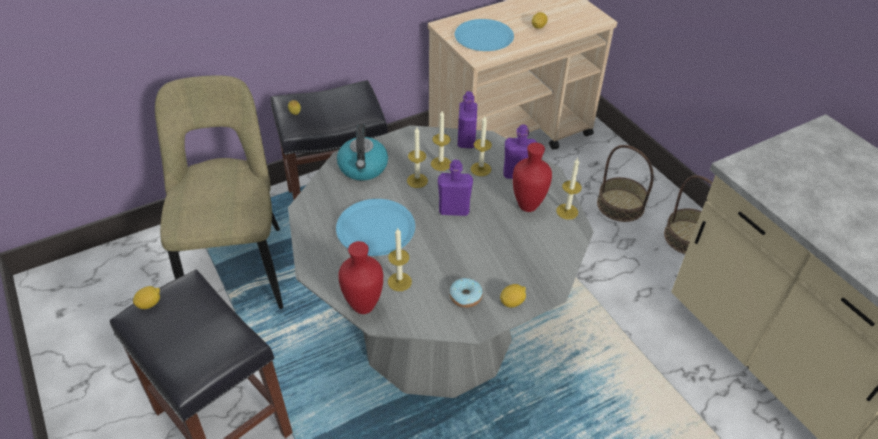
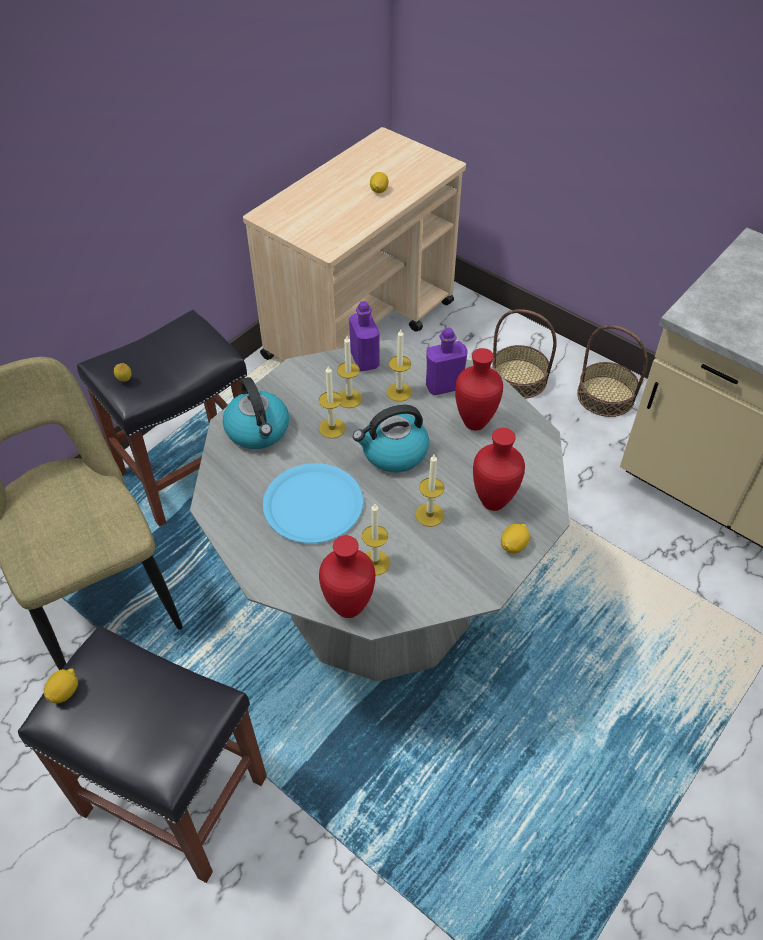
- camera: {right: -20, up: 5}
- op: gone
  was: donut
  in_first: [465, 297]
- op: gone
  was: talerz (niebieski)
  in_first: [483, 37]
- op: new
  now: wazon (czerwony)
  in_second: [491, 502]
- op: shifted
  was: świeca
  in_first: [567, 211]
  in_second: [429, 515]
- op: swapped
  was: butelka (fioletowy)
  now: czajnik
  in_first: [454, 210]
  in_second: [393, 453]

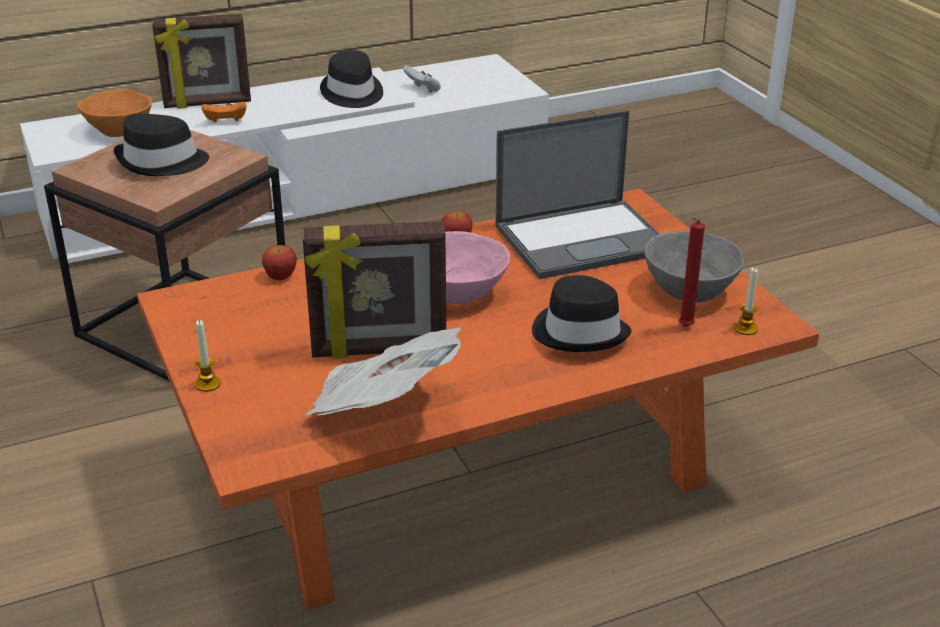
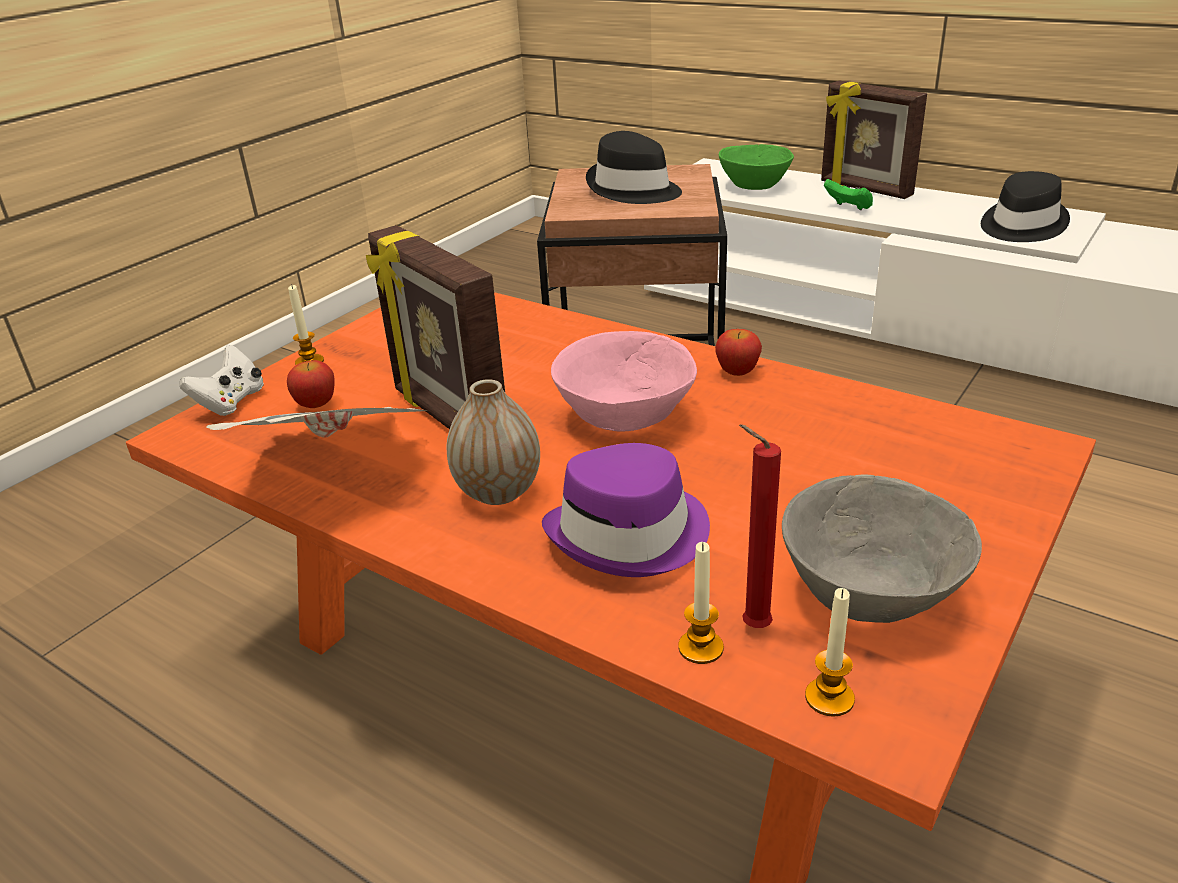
- camera: {right: 60, up: 0}
- op: gone
  was: laptop
  in_first: [583, 238]
- op: new
  now: wazon
  in_second: [498, 491]
- op: new
  now: świeca
  in_second: [700, 648]
- op: shifted
  was: jabłko
  in_first: [280, 276]
  in_second: [316, 403]
- op: shifted
  was: pad do gier (biały)
  in_first: [423, 90]
  in_second: [231, 402]
- op: repainted
  was: miska (pomarańczowy)
  now: miska (zielony)
  in_first: [120, 130]
  in_second: [755, 185]
- op: repainted
  was: pad do gier (pomarańczowy)
  now: pad do gier (zielony)
  in_first: [226, 122]
  in_second: [849, 208]
- op: repainted
  was: kapelusz (czarny)
  now: kapelusz (fioletowy)
  in_first: [580, 332]
  in_second: [631, 534]

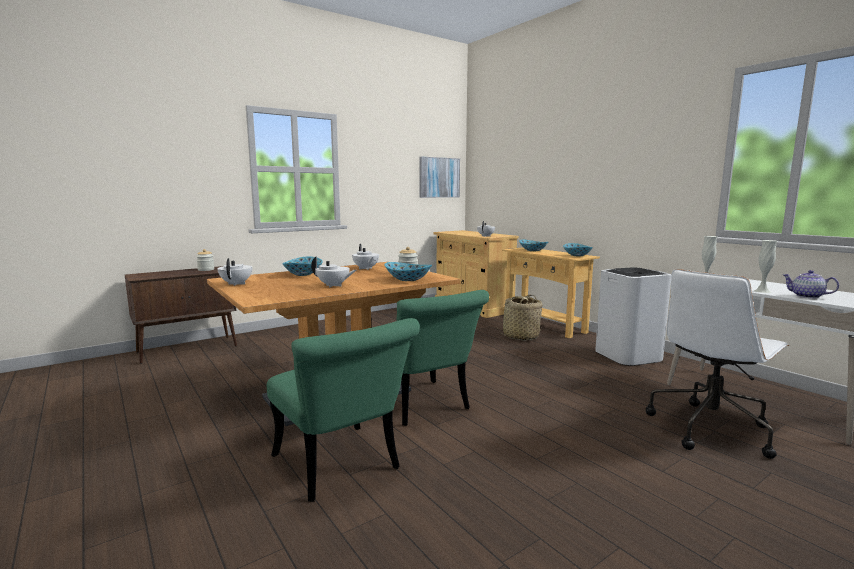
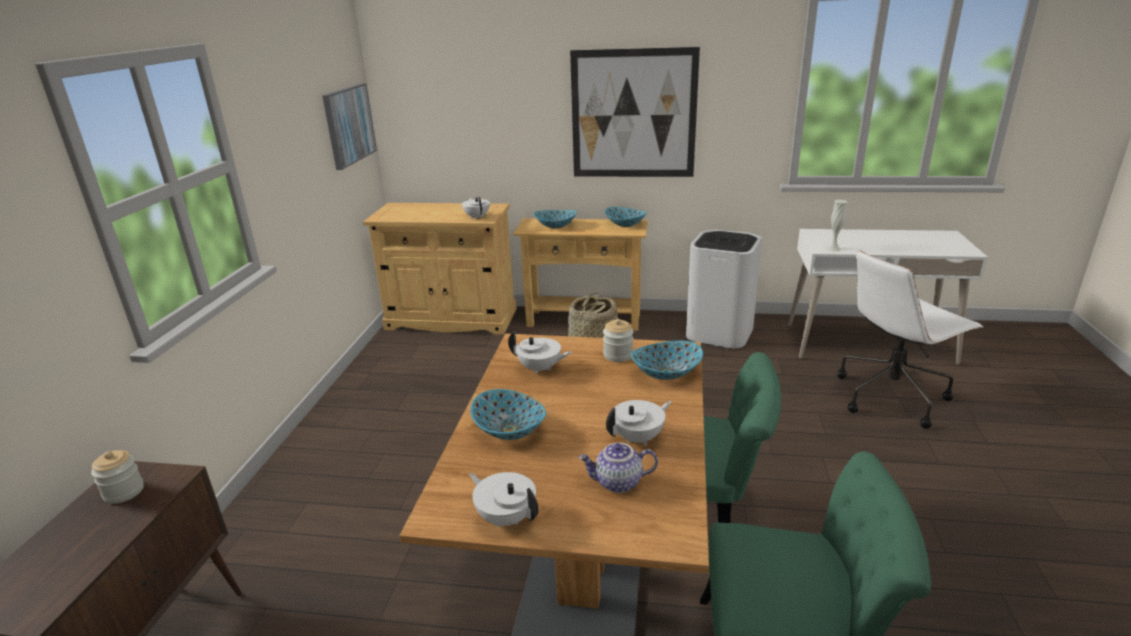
- camera: {right: -45, up: 15}
- op: gone
  was: wazon (biały)
  in_first: [762, 291]
- op: new
  now: obraz
  in_second: [633, 114]
- op: shifted
  was: imbryk
  in_first: [806, 296]
  in_second: [618, 483]
- op: rotated
  was: krzesło biurowe (biały)
  in_first: [710, 428]
  in_second: [891, 396]
  clockwise: 60

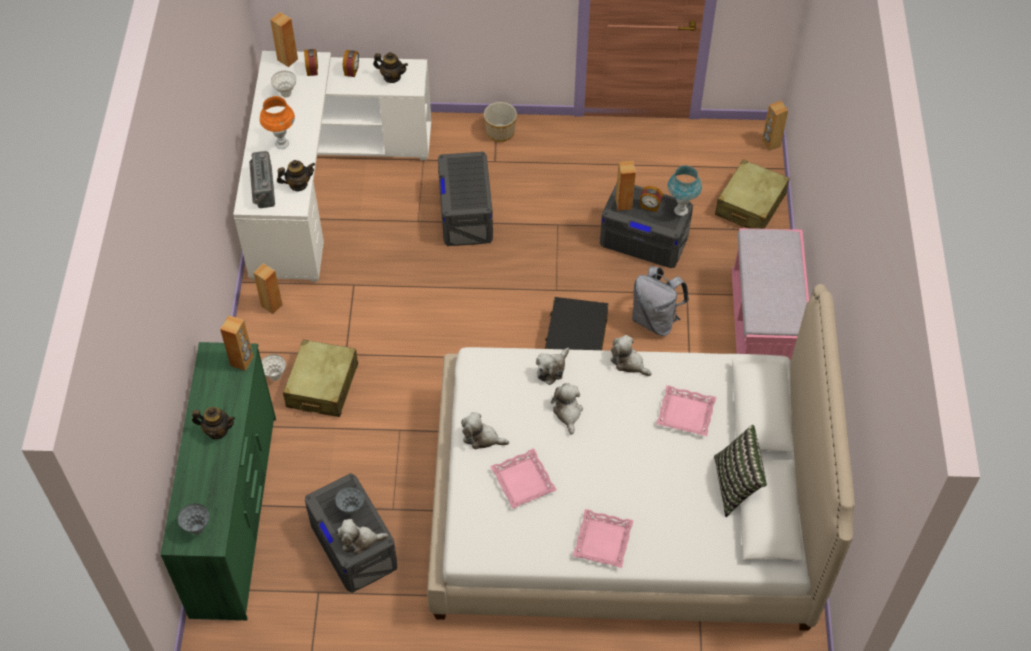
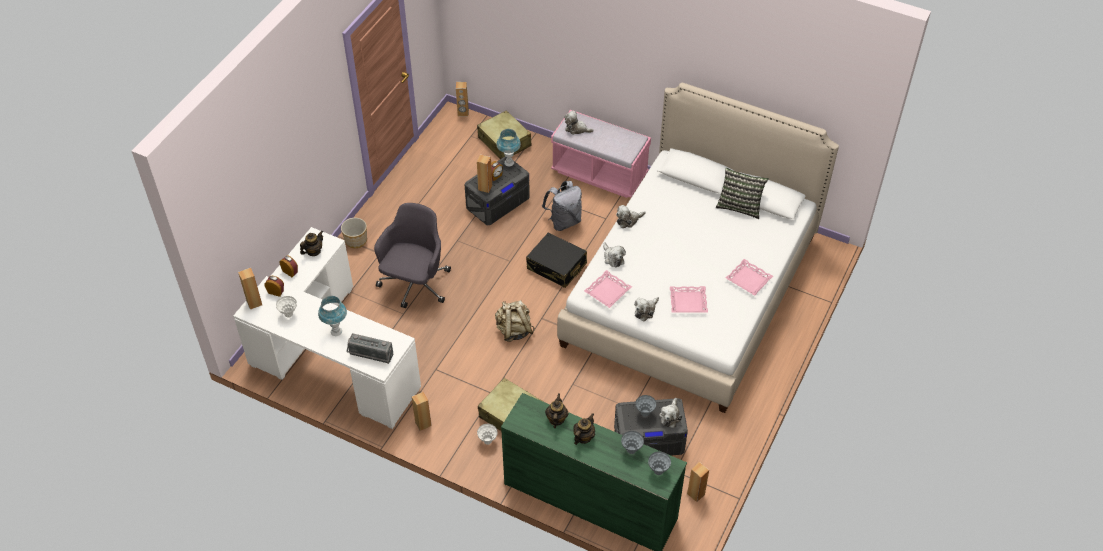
- camera: {right: -65, up: -5}
- op: new
  now: plecak (beżowy)
  in_second: [514, 330]
- op: new
  now: wazon (szary)
  in_second: [631, 450]
- op: shifted
  was: głośnik (brązowy)
  in_first: [242, 361]
  in_second: [696, 494]
- op: shifted
  was: imbryk
  in_first: [298, 184]
  in_second: [556, 419]
- op: shifted
  was: pluszak
  in_first: [567, 412]
  in_second: [576, 129]
- op: shifted
  was: taca (różowy)
  in_first: [686, 413]
  in_second: [607, 291]
- op: swapped
  was: pojemnik do przechowywania (szary)
  now: krzesło biurowe (szary)
  in_first: [466, 213]
  in_second: [415, 285]
- op: repainted
  was: lampa stołowa (pomarańczowy)
  now: lampa stołowa (niebieski)
  in_first: [282, 144]
  in_second: [336, 332]

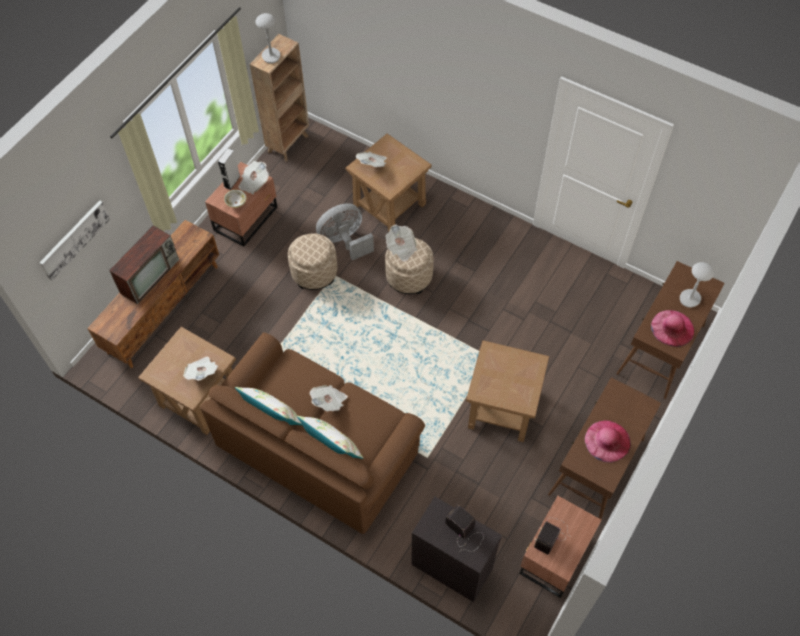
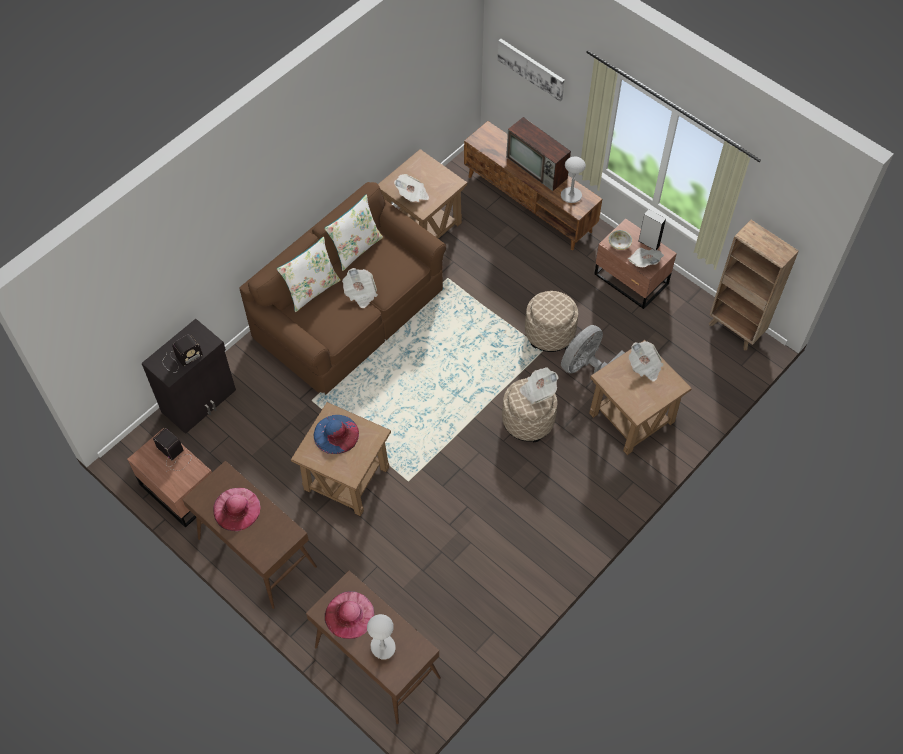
- camera: {right: 100, up: 0}
- op: new
  now: kapelusz (niebieski)
  in_second: [336, 434]
- op: shifted
  was: lampa stołowa (szary)
  in_first: [271, 56]
  in_second: [571, 196]
- op: rotated
  was: wentylator (szary)
  in_first: [345, 241]
  in_second: [586, 366]
  clockwise: -120

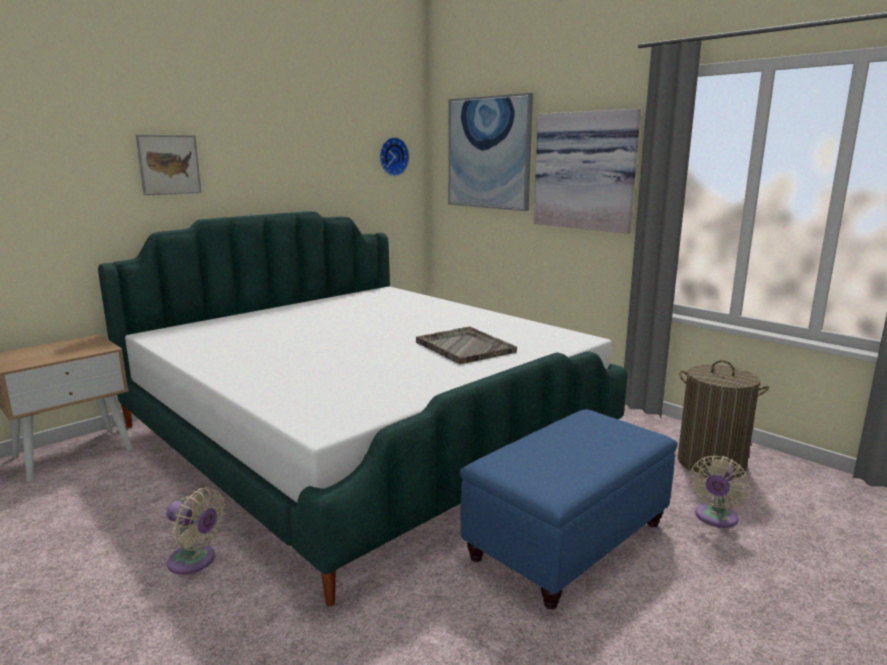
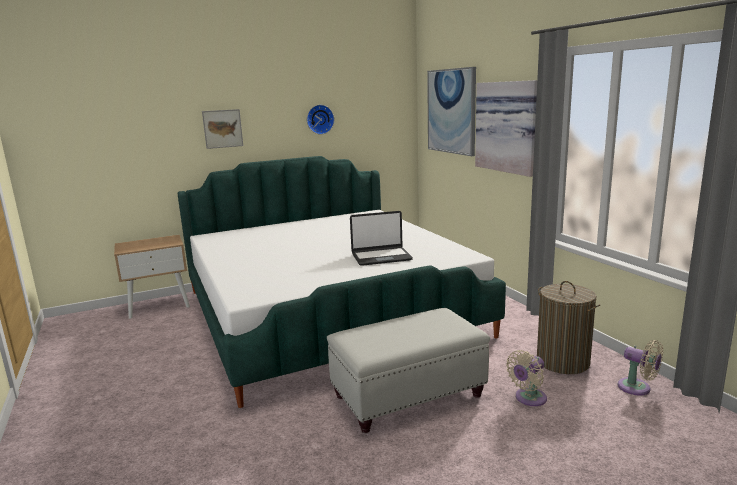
- camera: {right: 20, up: 0}
- op: shifted
  was: wentylator (beżowy)
  in_first: [195, 561]
  in_second: [637, 388]
- op: shifted
  was: zegar ścienny
  in_first: [392, 156]
  in_second: [319, 119]
- op: swapped
  was: taca (szary)
  now: laptop
  in_first: [464, 347]
  in_second: [381, 257]
- op: repainted
  was: pufa (niebieski)
  now: pufa (biały)
  in_first: [569, 540]
  in_second: [409, 396]

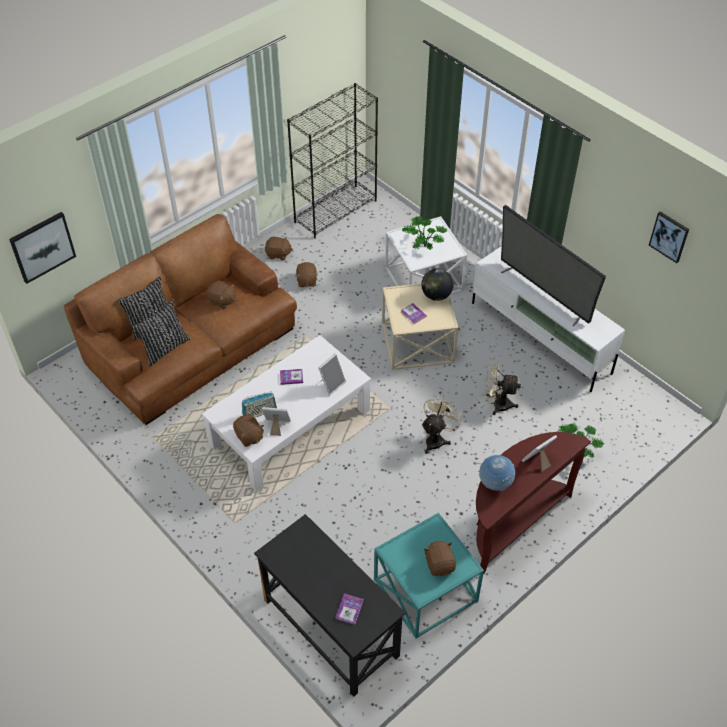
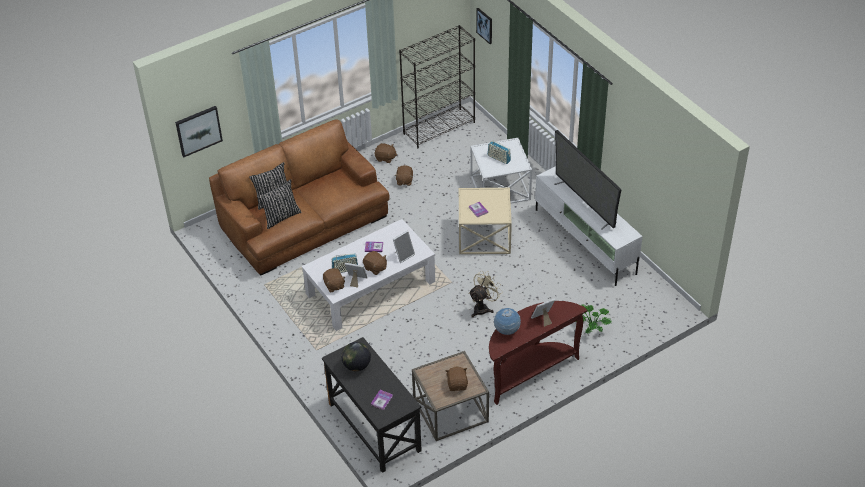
- camera: {right: 10, up: -5}
- op: gone
  was: wentylator (beżowy)
  in_first: [496, 404]
- op: shifted
  was: pluszak (brązowy)
  in_first: [222, 301]
  in_second: [375, 268]
- op: shifted
  was: globus
  in_first: [436, 295]
  in_second: [356, 366]
- op: shifted
  was: obraz
  in_first: [669, 236]
  in_second: [485, 25]
- op: swapped
  was: roślina doniczkowa
  now: radio
  in_first: [424, 245]
  in_second: [499, 158]
- op: repainted
  was: stolik (turkusowy)
  now: stolik (brązowy)
  in_first: [425, 590]
  in_second: [450, 411]

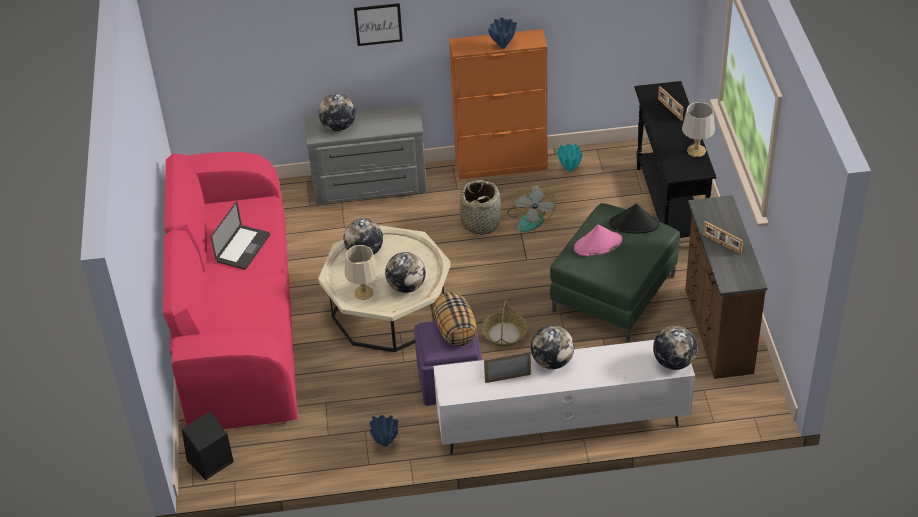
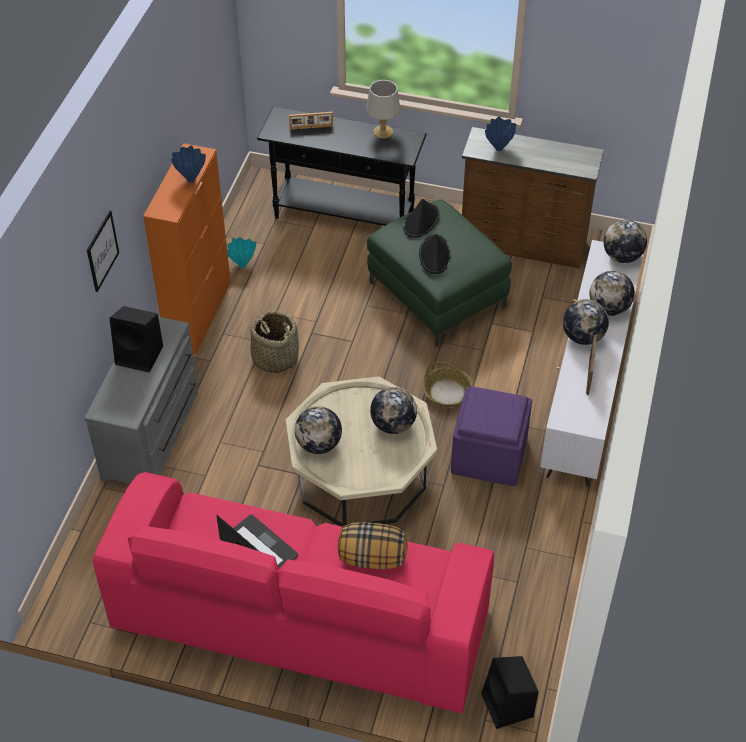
- camera: {right: -70, up: 5}
- op: gone
  was: lampa stołowa (beżowy)
  in_first: [363, 293]
- op: gone
  was: wentylator
  in_first: [530, 218]
- op: gone
  was: ramka na zdjęcie
  in_first: [721, 244]
- op: new
  now: głośnik (czarny)
  in_second: [140, 355]
- op: shifted
  was: globus
  in_first: [338, 126]
  in_second: [609, 308]
- op: shifted
  was: wazon (niebieski)
  in_first: [385, 444]
  in_second: [499, 148]
- op: shifted
  was: poduszka
  in_first: [455, 330]
  in_second: [372, 558]
- op: repainted
  was: kapelusz (różowy)
  now: kapelusz (czarny)
  in_first: [597, 245]
  in_second: [434, 255]

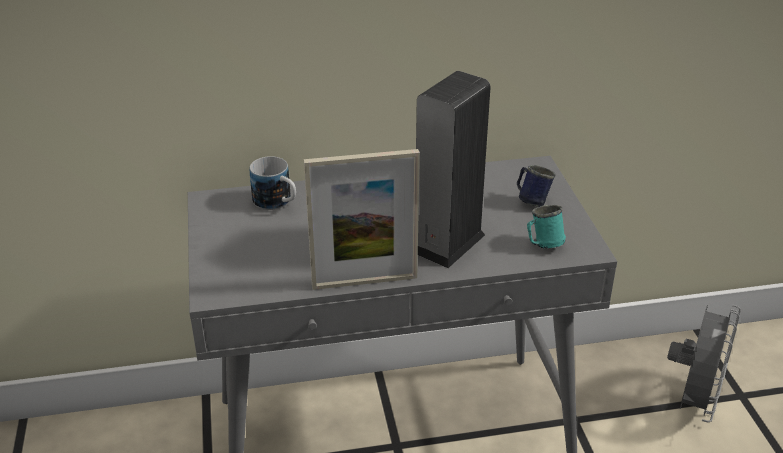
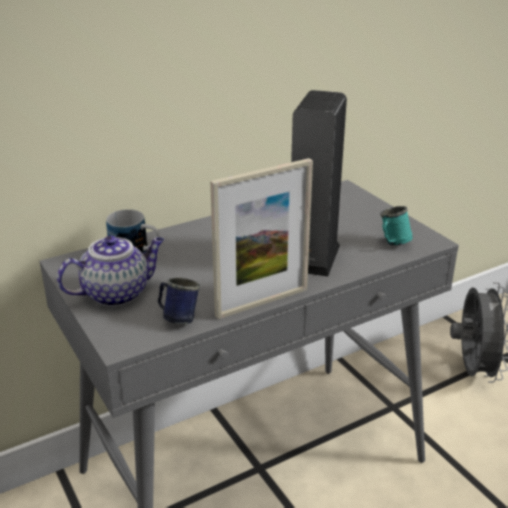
- camera: {right: -20, up: -5}
- op: new
  now: imbryk
  in_second: [117, 293]
- op: shifted
  was: kubek (niebieski)
  in_first: [531, 200]
  in_second: [177, 318]

